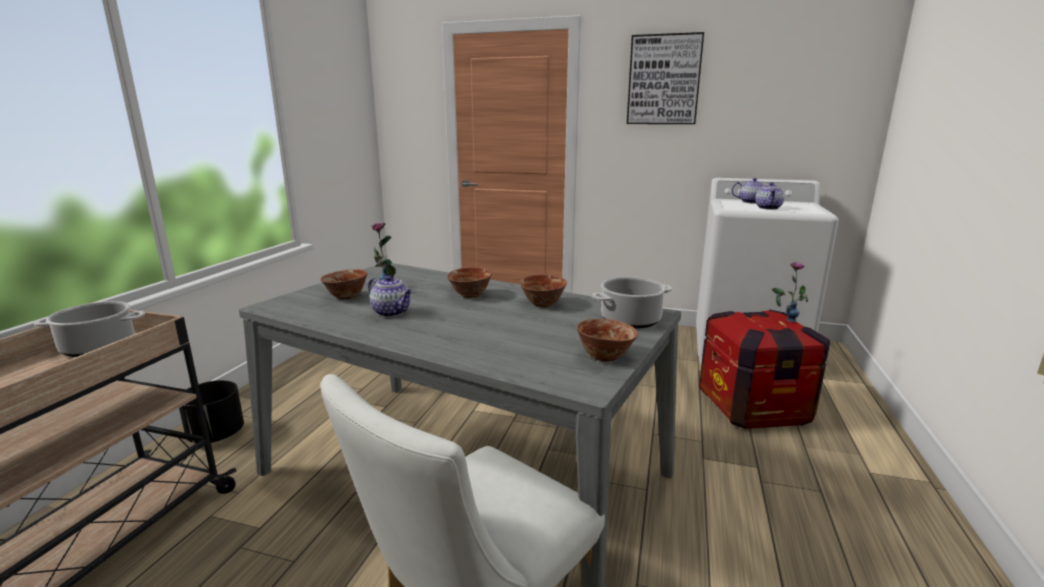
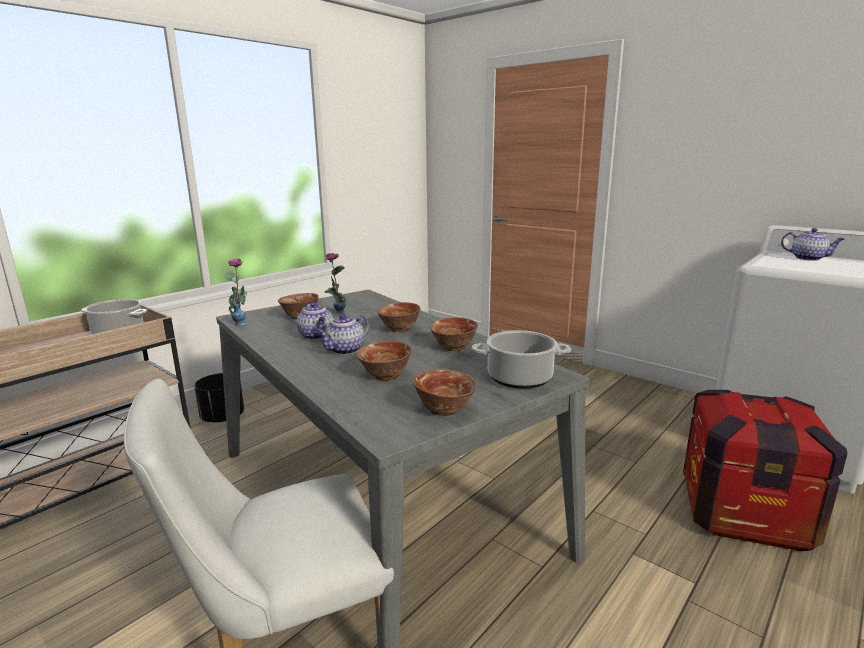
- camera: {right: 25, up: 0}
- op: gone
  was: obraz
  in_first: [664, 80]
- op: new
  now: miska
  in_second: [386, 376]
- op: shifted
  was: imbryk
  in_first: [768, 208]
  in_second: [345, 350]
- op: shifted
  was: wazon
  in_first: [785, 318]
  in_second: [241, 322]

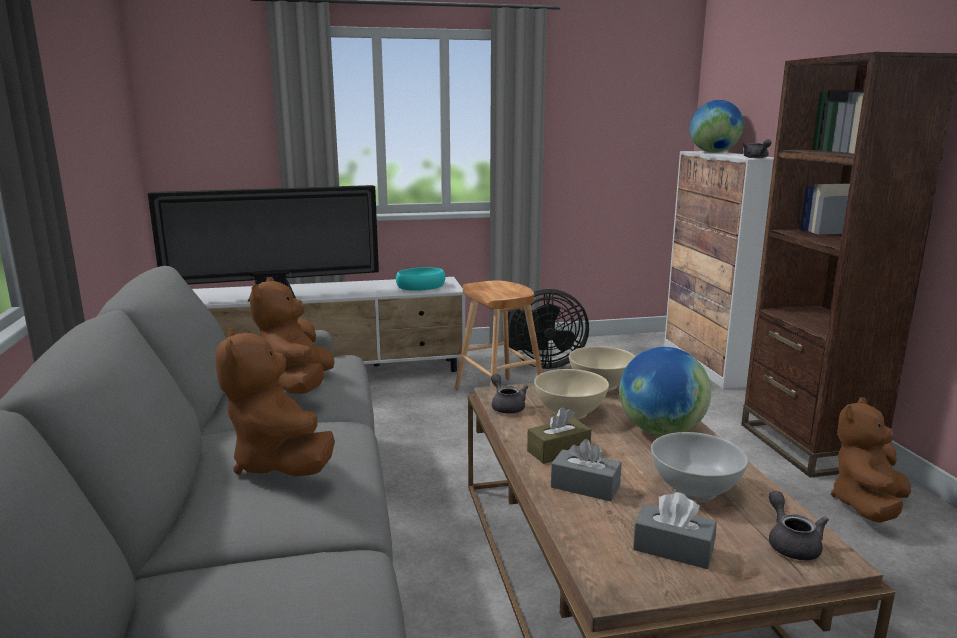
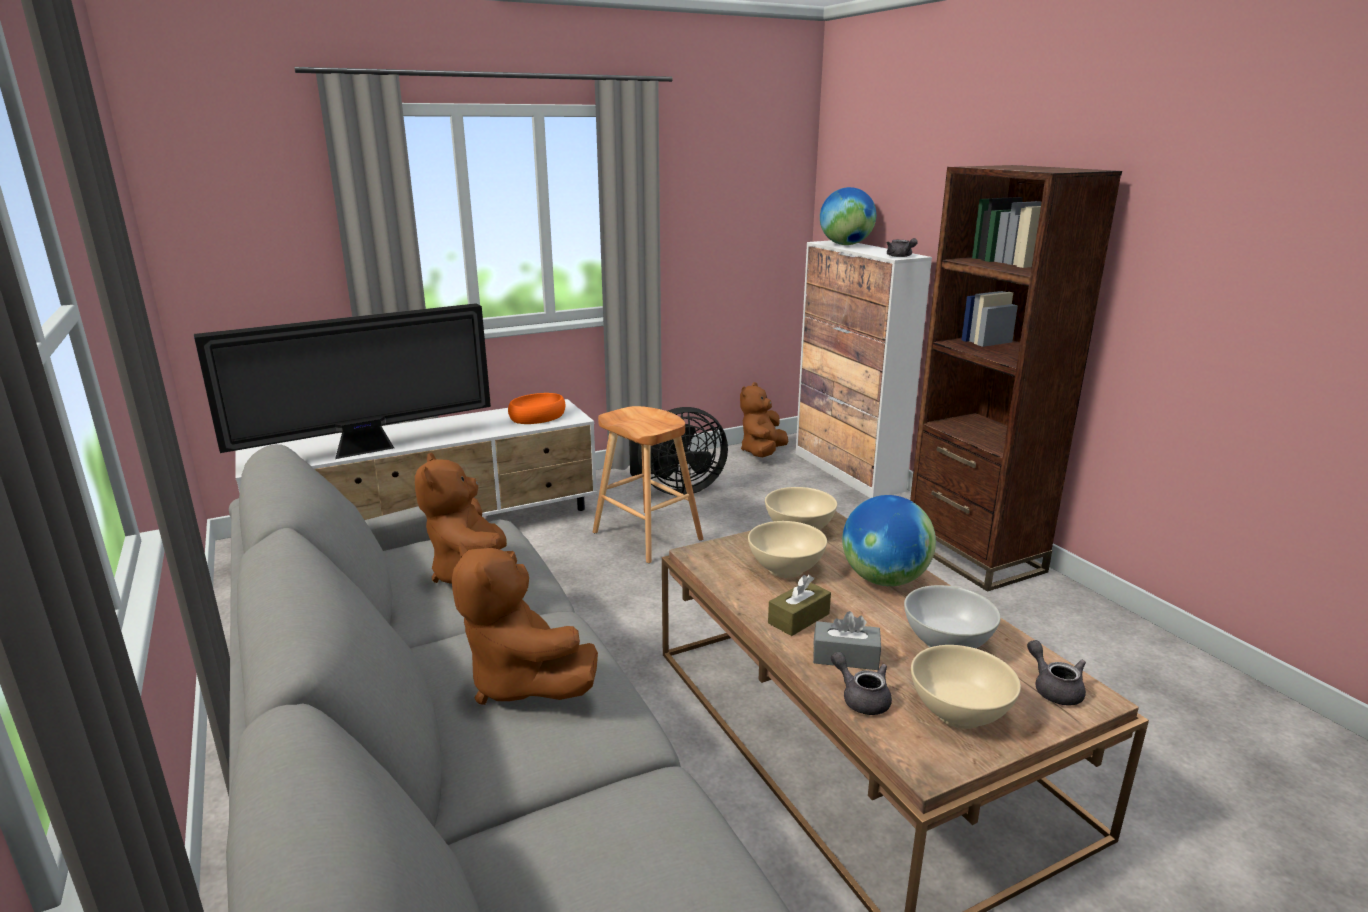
- camera: {right: -15, up: 5}
- op: shifted
  was: imbryk (szary)
  in_first: [506, 406]
  in_second: [861, 698]
- op: shifted
  was: pluszak (brązowy)
  in_first: [867, 506]
  in_second: [762, 453]
- op: swapped
  was: pudełko chusteczek (szary)
  now: miska (beżowy)
  in_first: [673, 549]
  in_second: [958, 713]
- op: repainted
  was: miska (turkusowy)
  now: miska (pomarańczowy)
  in_first: [421, 286]
  in_second: [537, 416]

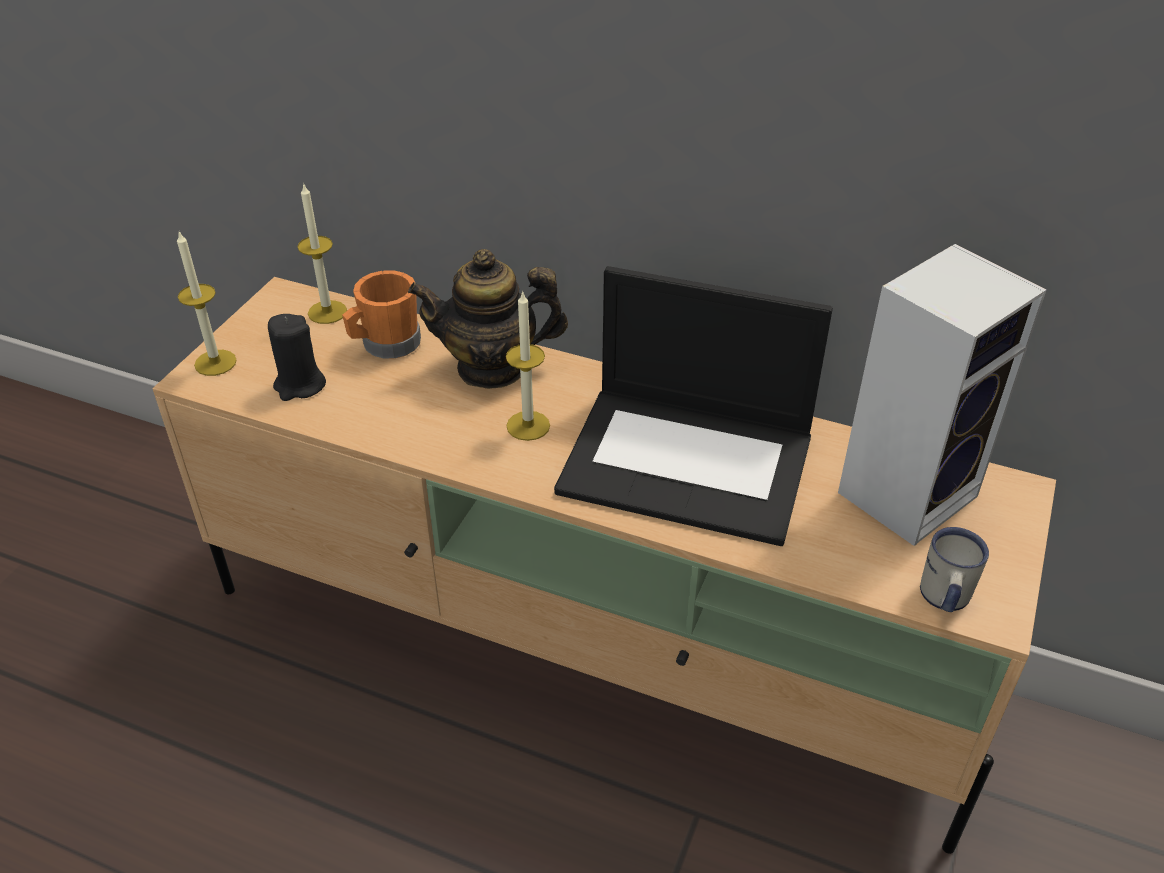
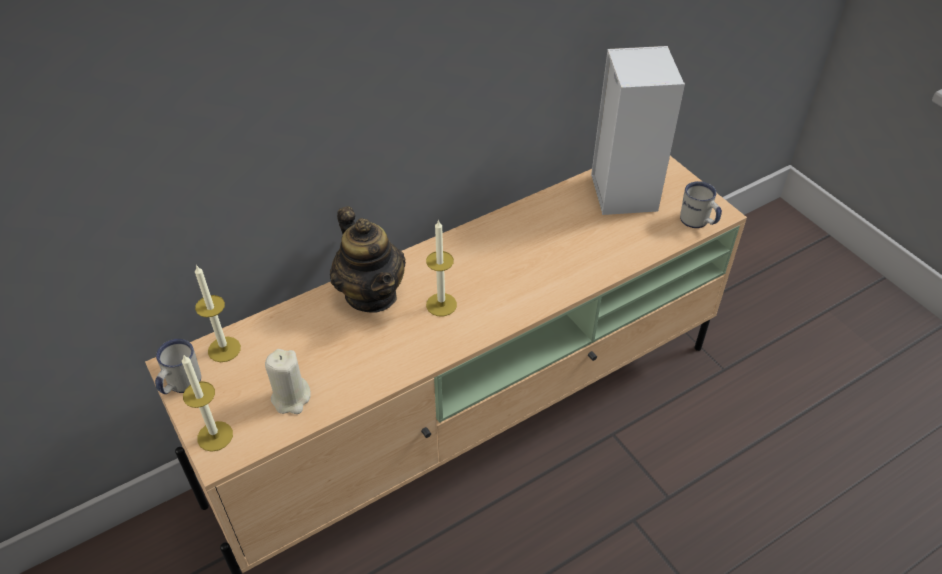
- camera: {right: -55, up: 5}
- op: gone
  was: kubek (pomarańczowy)
  in_first: [385, 344]
- op: gone
  was: laptop
  in_first: [690, 462]
- op: new
  now: kubek (biały)
  in_second: [180, 385]
- op: repainted
  was: świeca (czarny)
  now: świeca (beżowy)
  in_first: [299, 385]
  in_second: [291, 398]
- op: rotated
  was: imbryk
  in_first: [492, 367]
  in_second: [371, 294]
  clockwise: -60

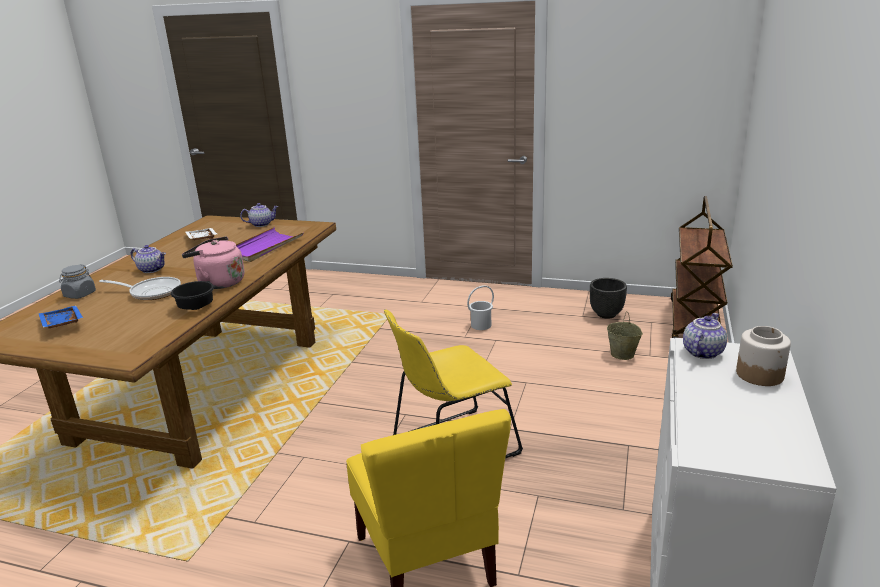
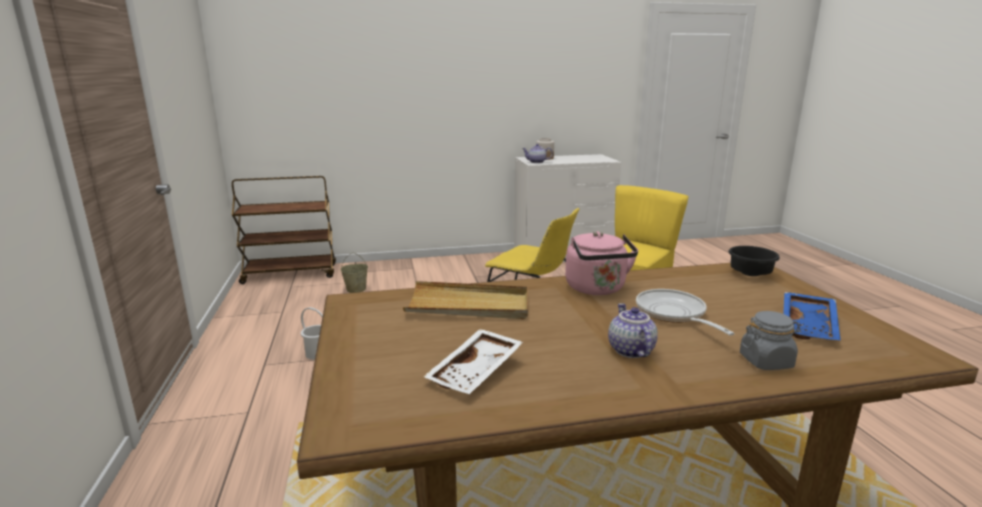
- camera: {right: -120, up: -5}
- op: gone
  was: imbryk
  in_first: [261, 224]
- op: gone
  was: donica (czarny)
  in_first: [606, 314]
- op: shifted
  was: miska (czarny)
  in_first: [195, 308]
  in_second: [751, 274]
- op: repainted
  was: taca (fioletowy)
  now: taca (beżowy)
  in_first: [263, 247]
  in_second: [468, 305]

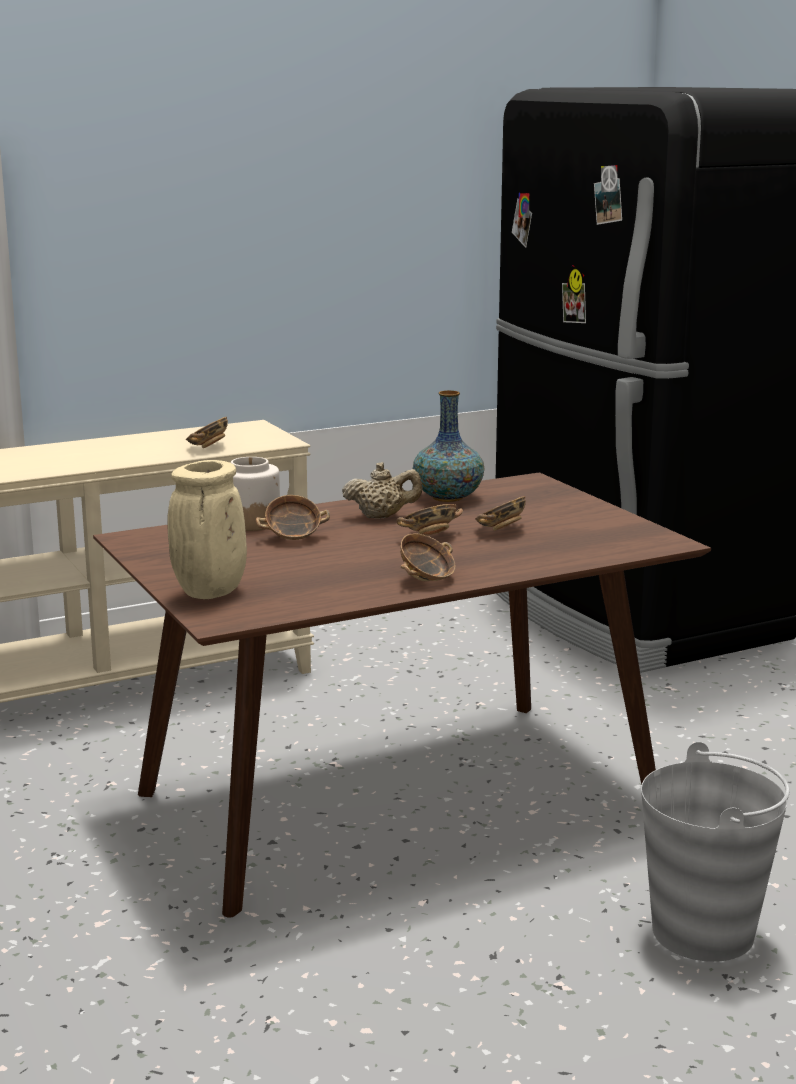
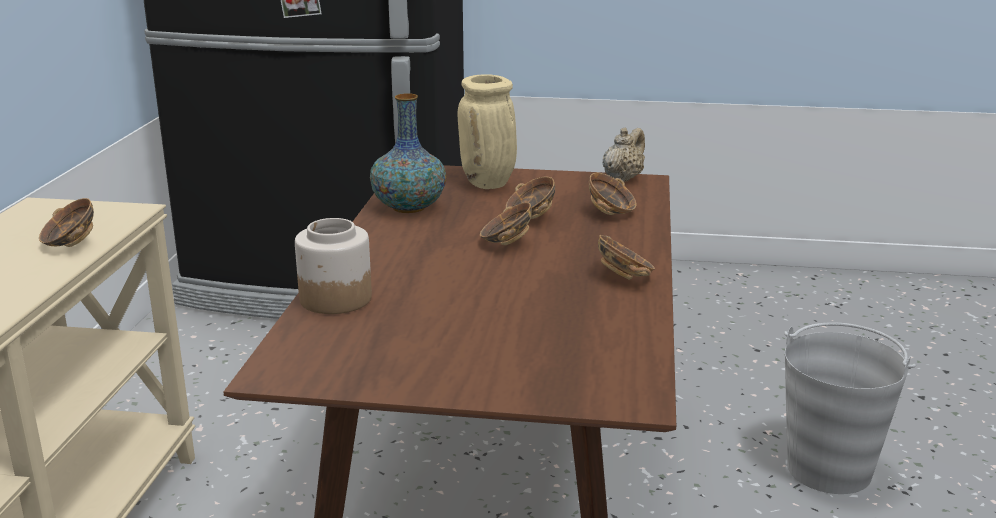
- camera: {right: -55, up: 5}
- op: shifted
  was: wazon (beżowy)
  in_first: [210, 593]
  in_second: [489, 184]
- op: shifted
  was: miska
  in_first: [293, 538]
  in_second: [611, 213]
- op: shifted
  was: imbryk (beżowy)
  in_first: [382, 516]
  in_second: [623, 179]

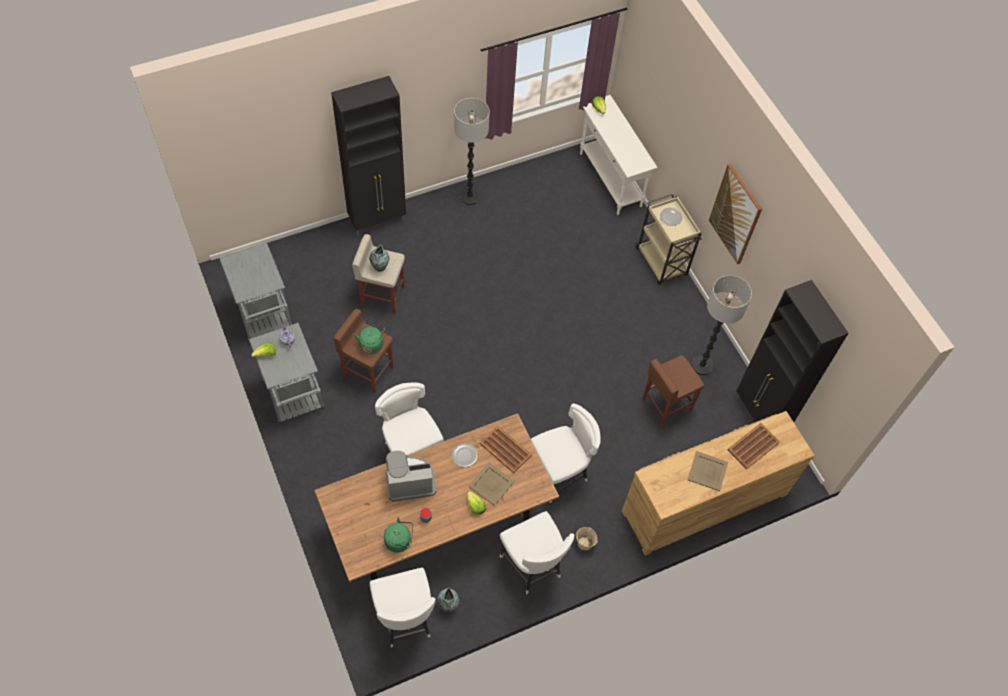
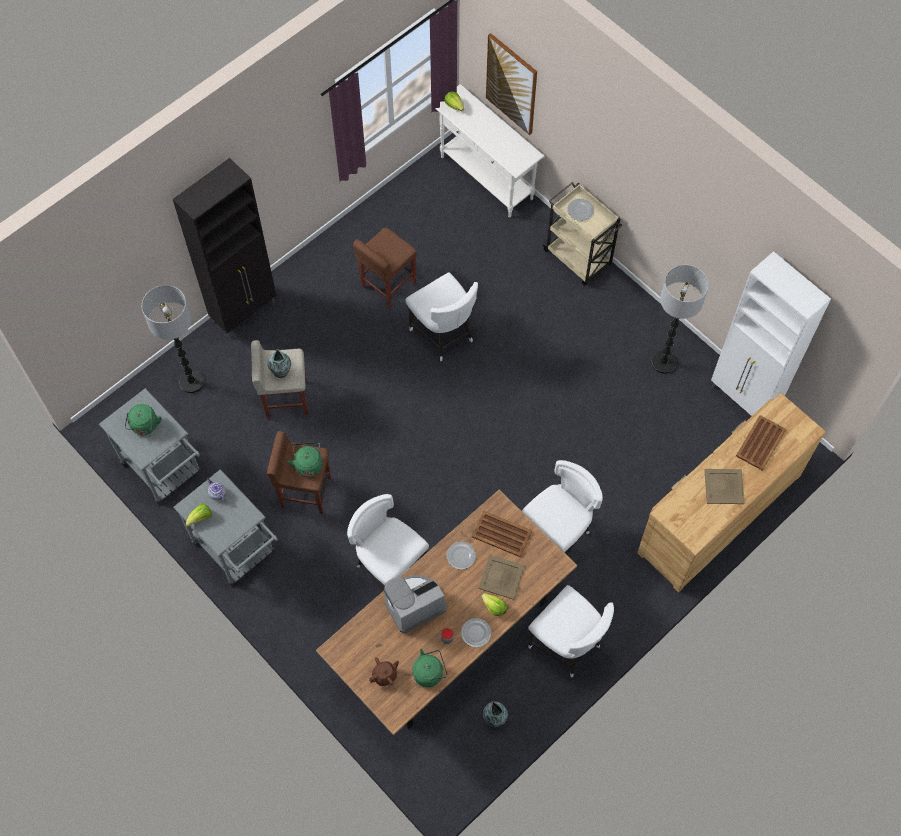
- camera: {right: -15, up: 5}
- op: gone
  was: wiadro (beżowy)
  in_first: [585, 543]
- op: new
  now: czajnik (zielony)
  in_second: [144, 426]
- op: new
  now: imbryk (brązowy)
  in_second: [385, 675]
- op: new
  now: talerz
  in_second: [475, 633]
- op: shifted
  was: krzesło (biały)
  in_first: [405, 620]
  in_second: [443, 335]
- op: shifted
  was: lampa stojąca
  in_first: [469, 197]
  in_second: [191, 382]
- op: shifted
  was: stołek (brązowy)
  in_first: [665, 405]
  in_second: [388, 285]
- op: shifted
  was: obraz
  in_first: [735, 214]
  in_second: [511, 84]
- op: repainted
  was: szafka (czarny)
  now: szafka (biały)
  in_first: [759, 417]
  in_second: [743, 400]

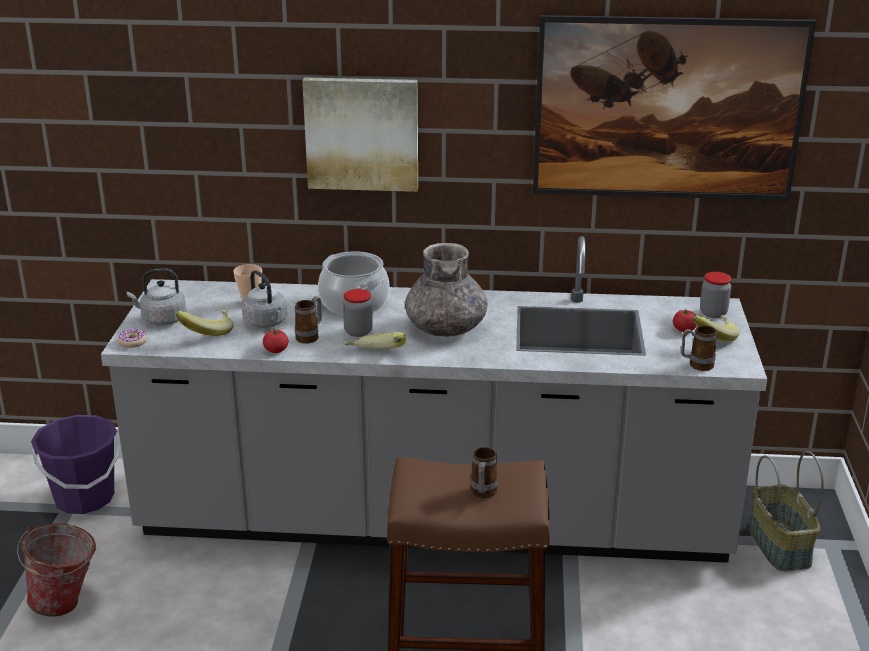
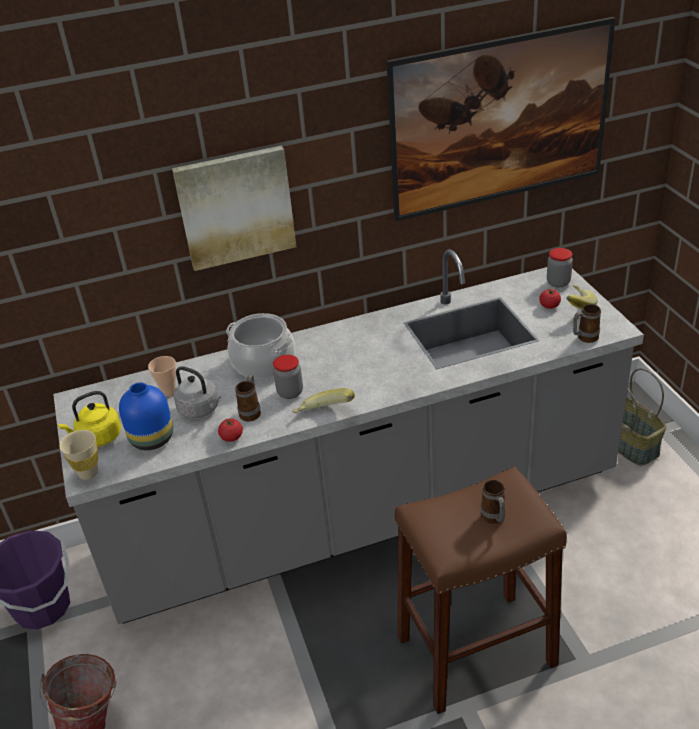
- camera: {right: -20, up: 10}
- op: gone
  was: wazon (szary)
  in_first: [446, 328]
- op: swapped
  was: donut
  now: filiżanka (beżowy)
  in_first: [132, 342]
  in_second: [88, 473]
- op: swapped
  was: banan
  now: wazon (niebieski)
  in_first: [207, 332]
  in_second: [153, 438]
- op: repainted
  was: czajnik (szary)
  now: czajnik (żółty)
  in_first: [161, 319]
  in_second: [98, 438]

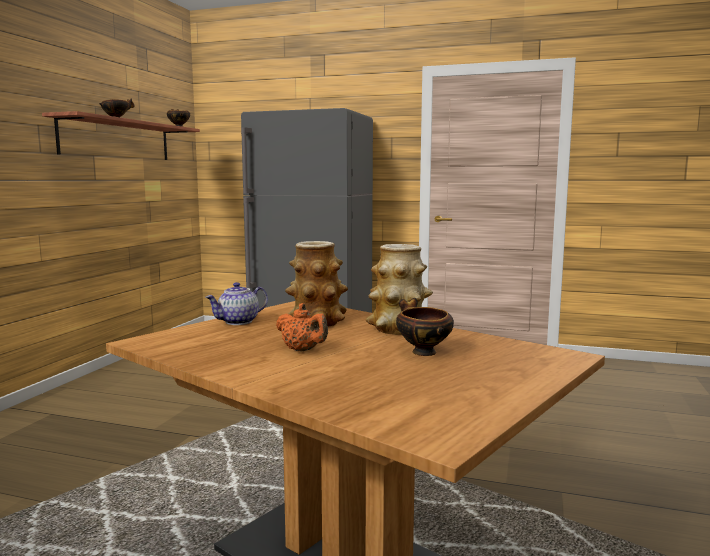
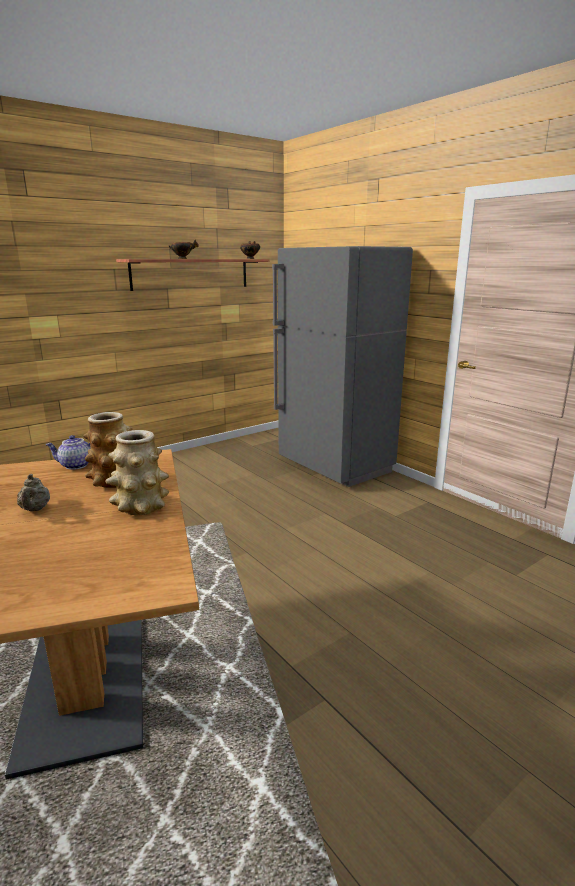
- camera: {right: 35, up: 10}
- op: gone
  was: miska
  in_first: [422, 352]
- op: repainted
  was: imbryk (pomarańczowy)
  now: imbryk (beżowy)
  in_first: [302, 350]
  in_second: [35, 509]

